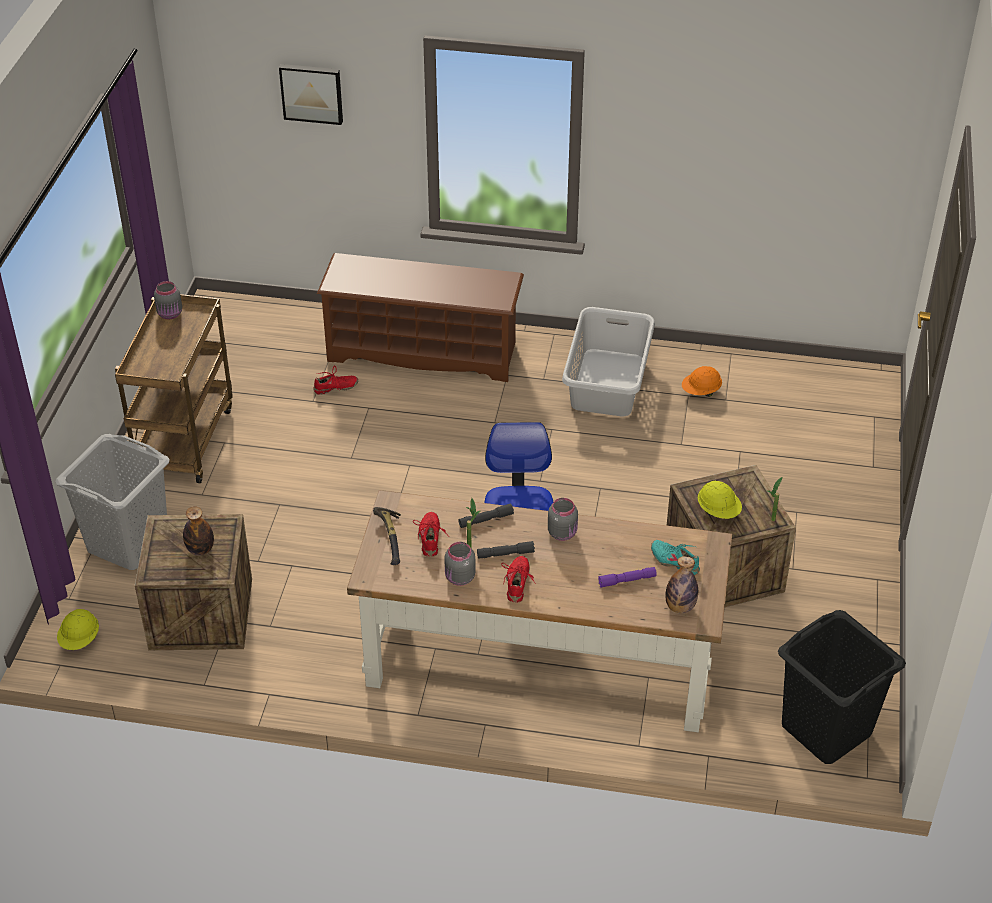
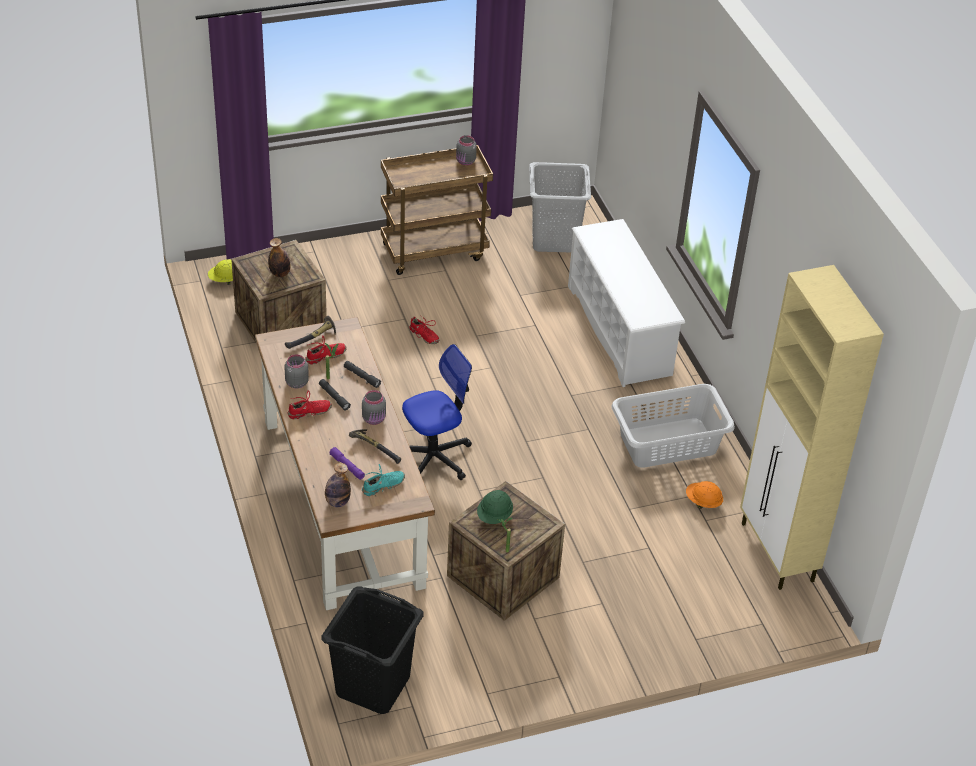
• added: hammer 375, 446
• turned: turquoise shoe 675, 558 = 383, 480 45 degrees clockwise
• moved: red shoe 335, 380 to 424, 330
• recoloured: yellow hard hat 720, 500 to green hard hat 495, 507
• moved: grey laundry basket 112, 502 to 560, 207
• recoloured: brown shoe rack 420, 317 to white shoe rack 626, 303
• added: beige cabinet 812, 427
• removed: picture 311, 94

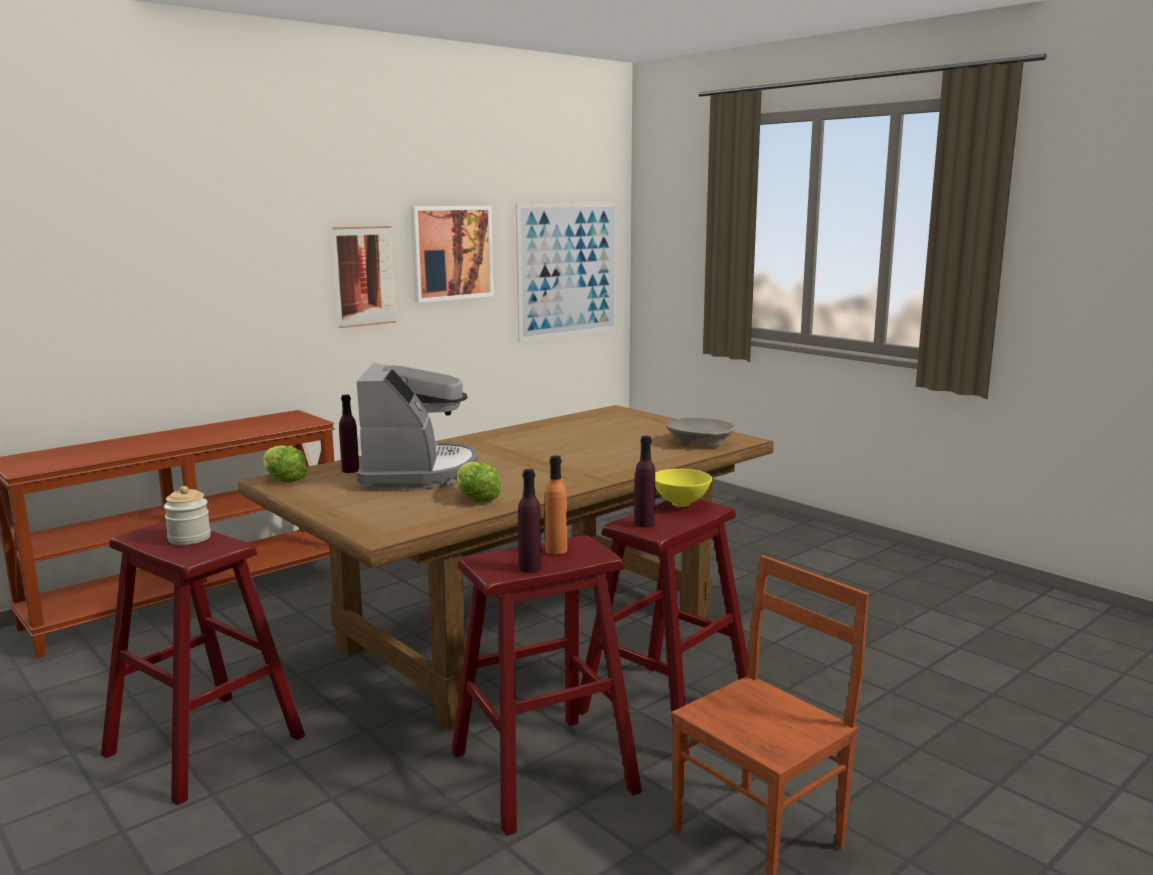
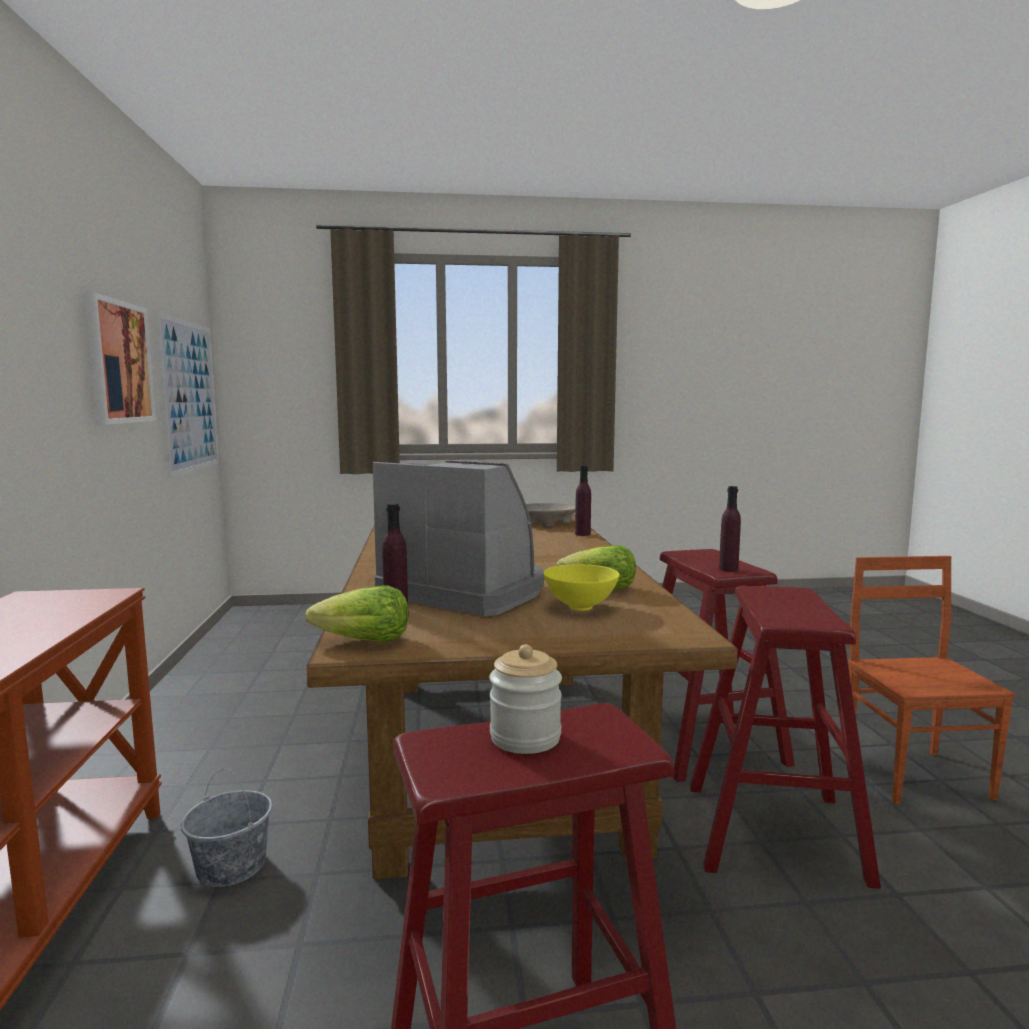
• added: grey bucket 227, 828
• moved: yellow bowl 683, 488 to 581, 587
• moved: purple bottle 530, 521 to 583, 500
• removed: picture 364, 277
• removed: orange bottle 556, 505

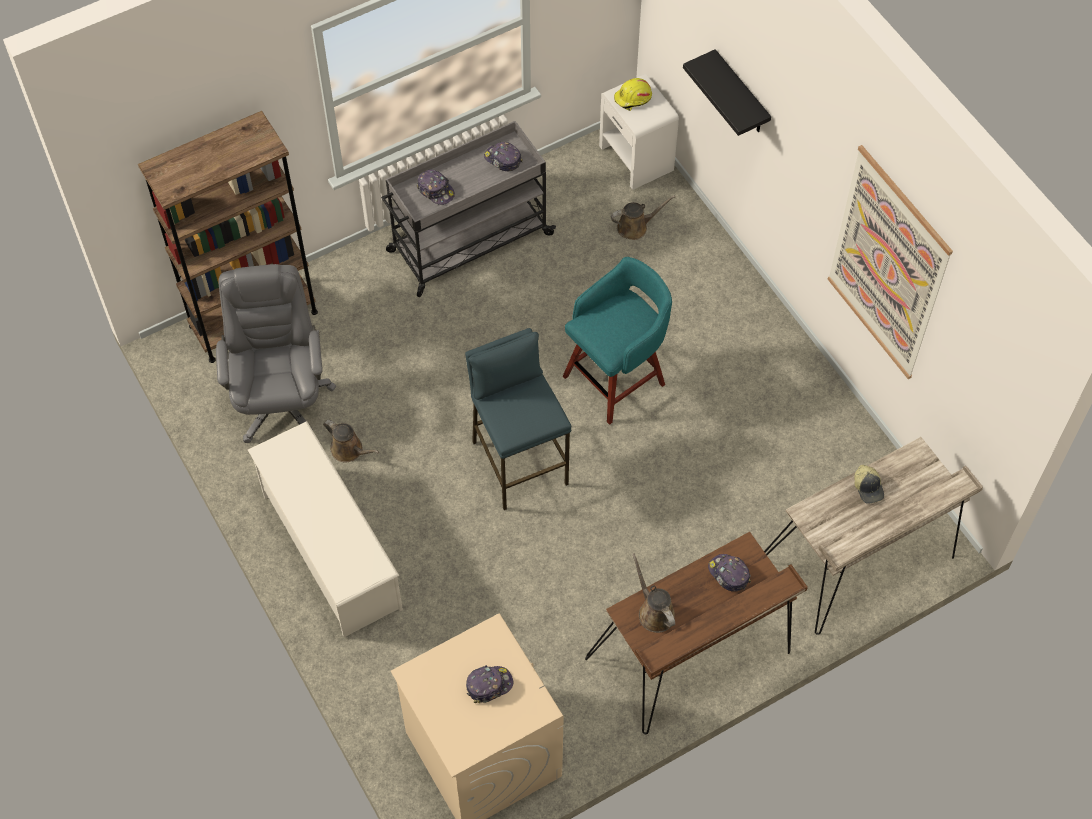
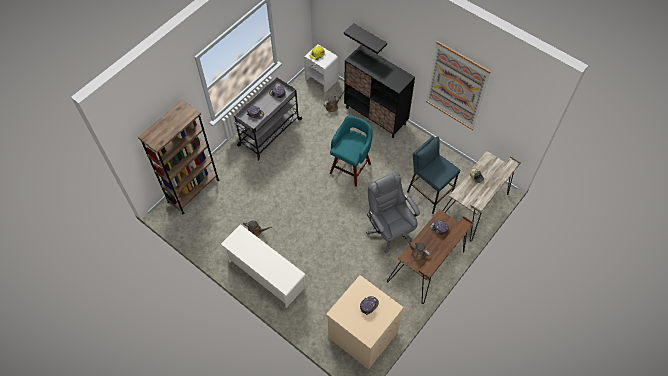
• added: black cabinet 379, 91
• moved: grey office chair 276, 353 to 393, 212
• moved: blue stool 518, 419 to 433, 175

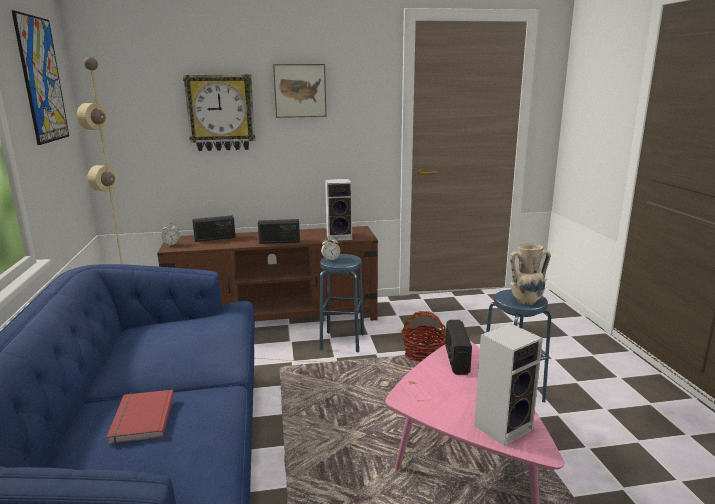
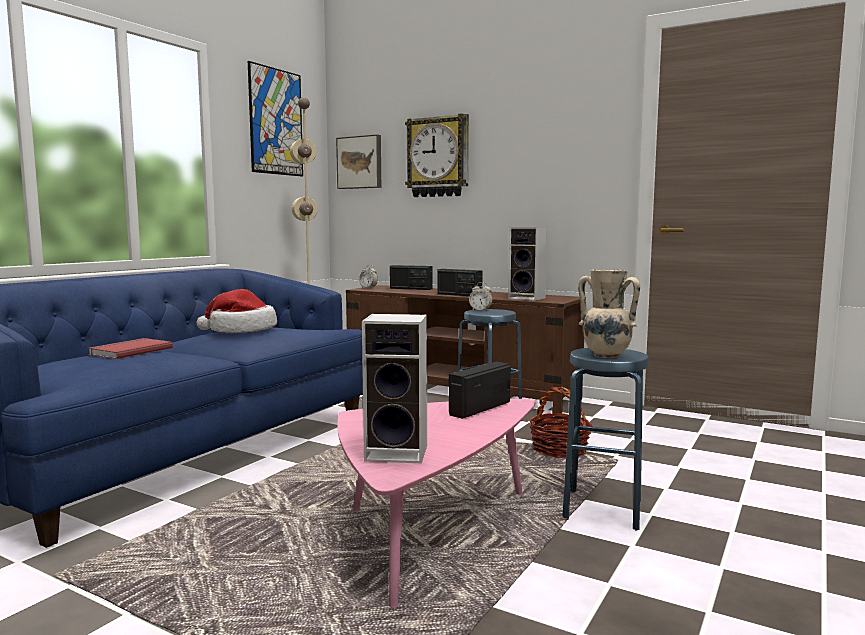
• added: hat 237, 311
• moved: picture 299, 91 to 358, 161

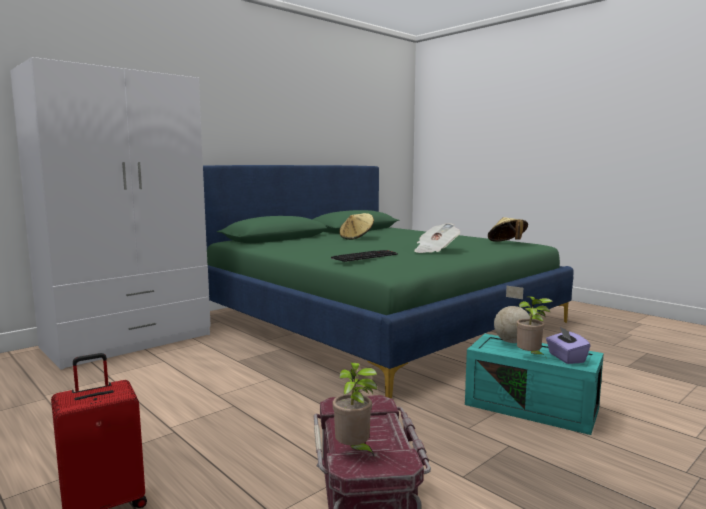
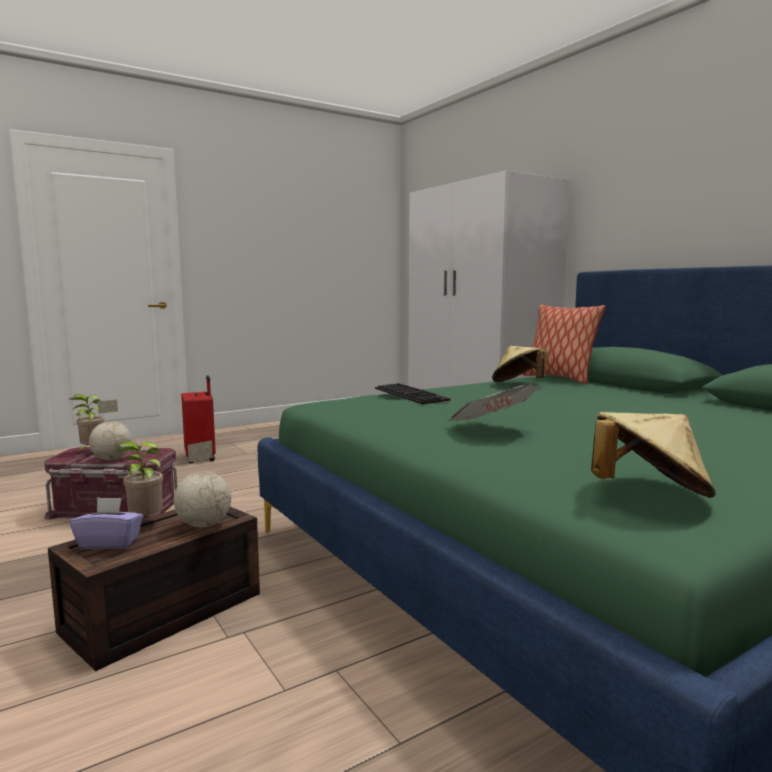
• recoloured: turquoise storage box 534, 384 to brown storage box 154, 589
• added: globe 110, 430
• moved: beige hat 356, 226 to 519, 364
• added: pillow 564, 344

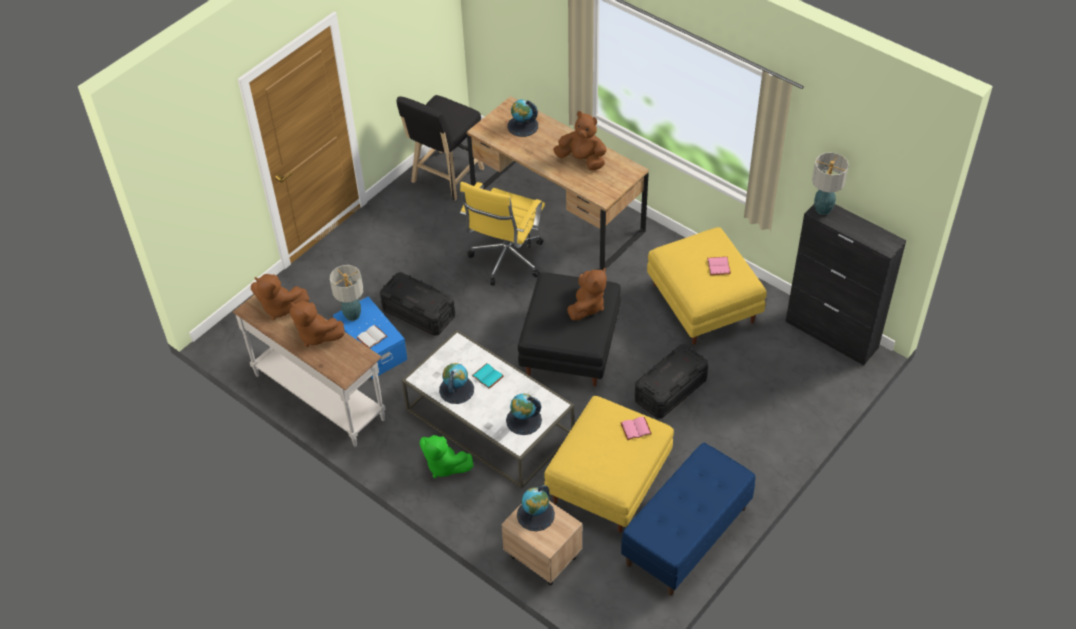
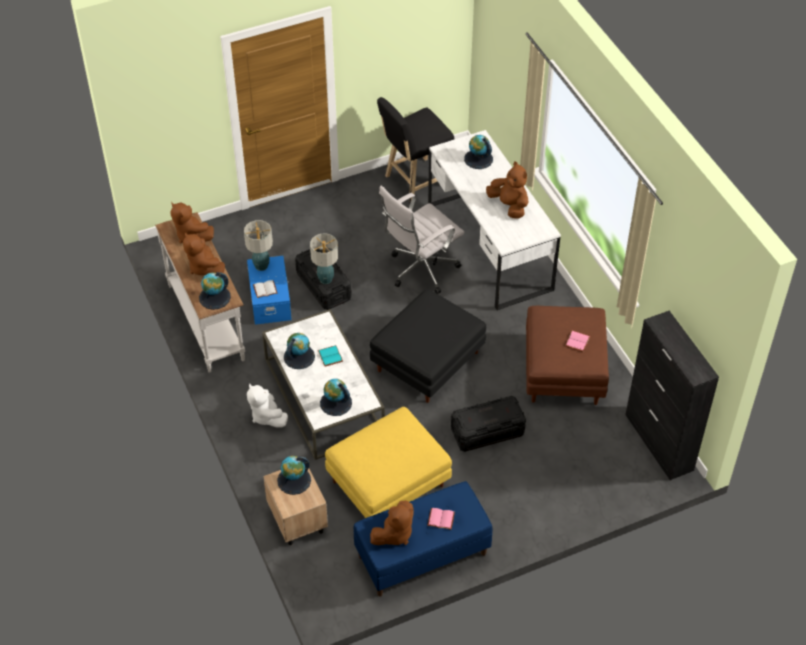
• added: globe 215, 291
• recoloured: green plush toy 446, 456 to white plush toy 267, 405
• moved: table lamp 830, 183 to 324, 259
• moved: brown plush toy 587, 294 to 392, 523
• recoloured: yellow office chair 502, 233 to white office chair 421, 240
• moved: pink book 636, 428 to 441, 519
• recoloured: brown desk 558, 183 to white desk 494, 220
• recoloured: yellow ottoman 707, 286 to brown ottoman 567, 355

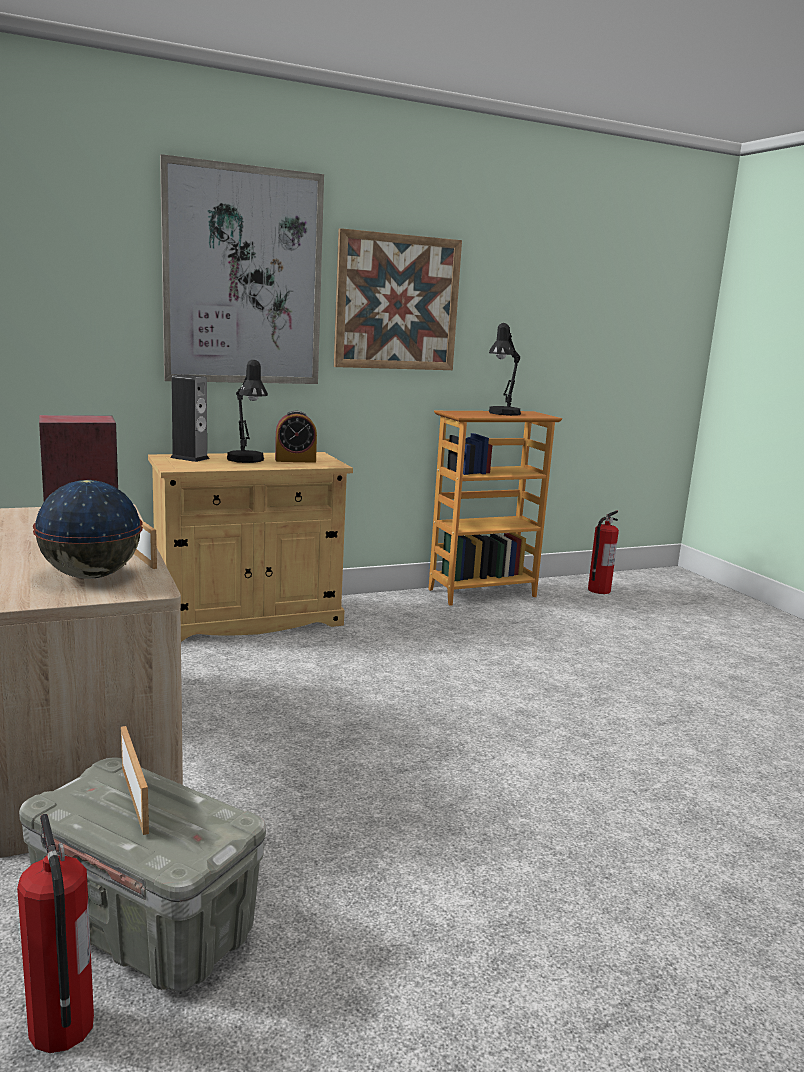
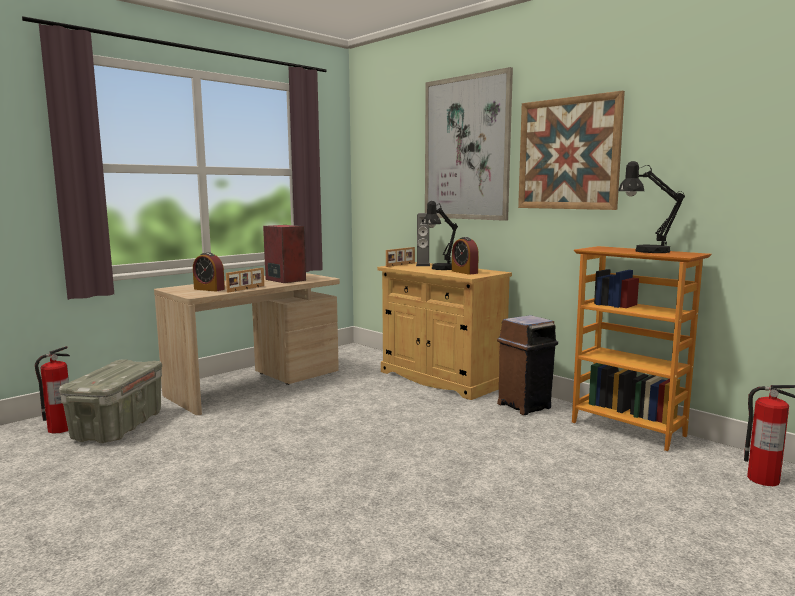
• replaced: globe 88, 529 to alarm clock 209, 271
• moved: picture frame 135, 780 to 400, 257
• added: brown trash can 527, 365

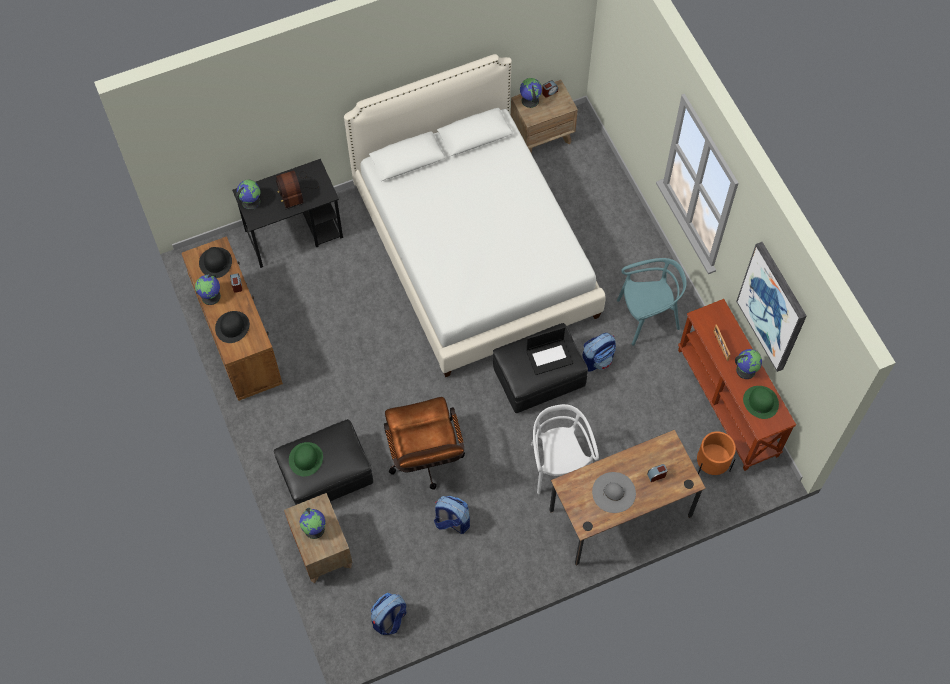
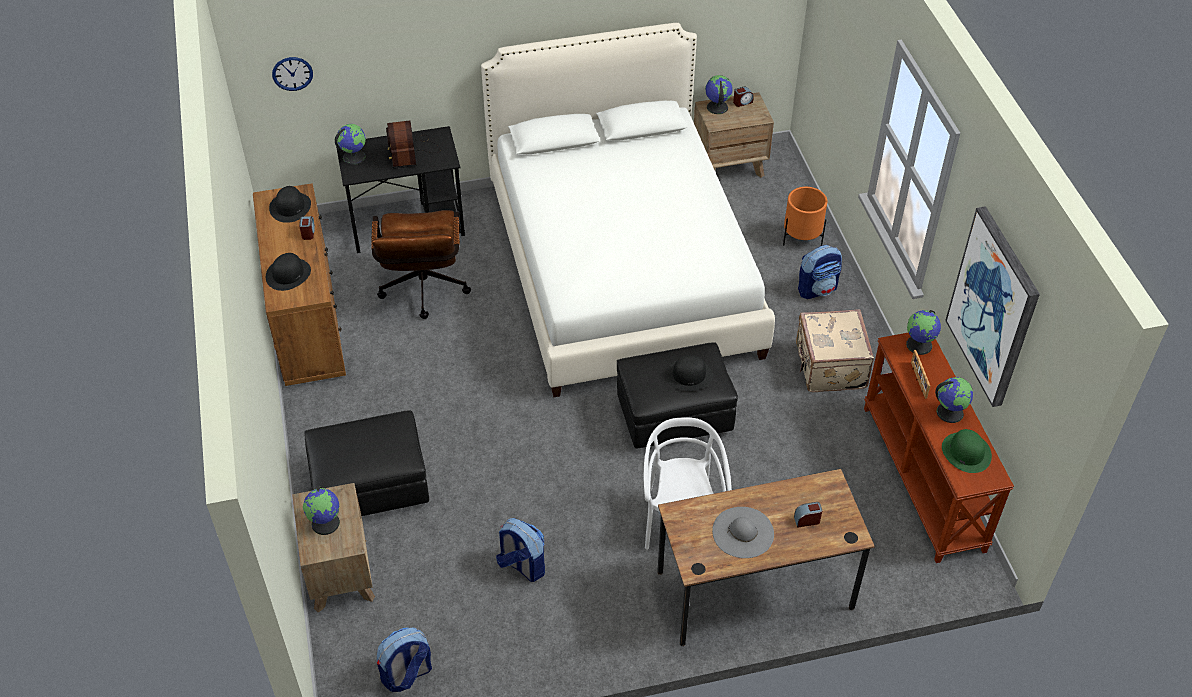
• added: wall clock 292, 74
• moved: brown office chair 424, 443 to 421, 264
• replaced: laptop 549, 351 to black hat 689, 373
• moved: orange planter 716, 453 to 805, 216
• replaced: turquoise chair 652, 302 to beige suitcase 835, 350
• moved: backpack 599, 352 to 820, 272
• moved: globe 208, 289 to 923, 332
• removed: green hat 306, 459

